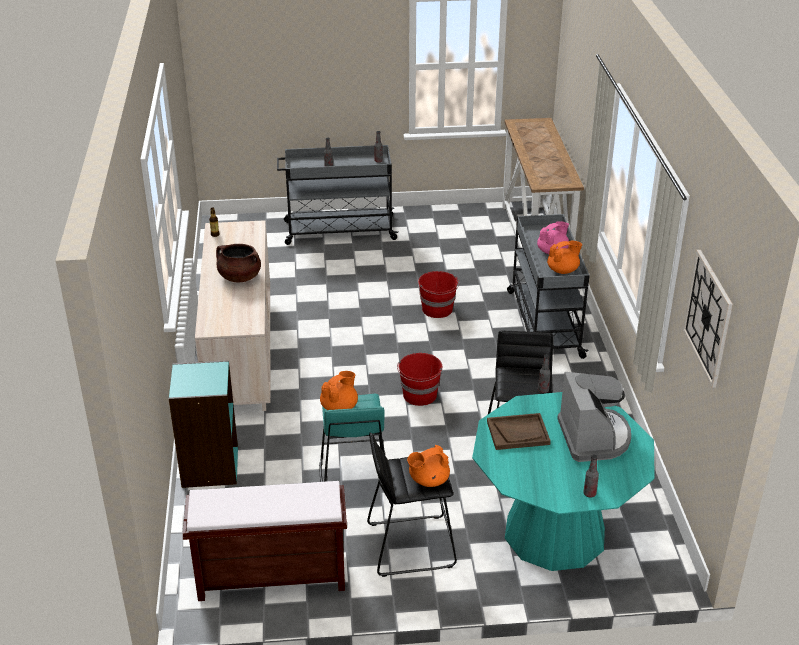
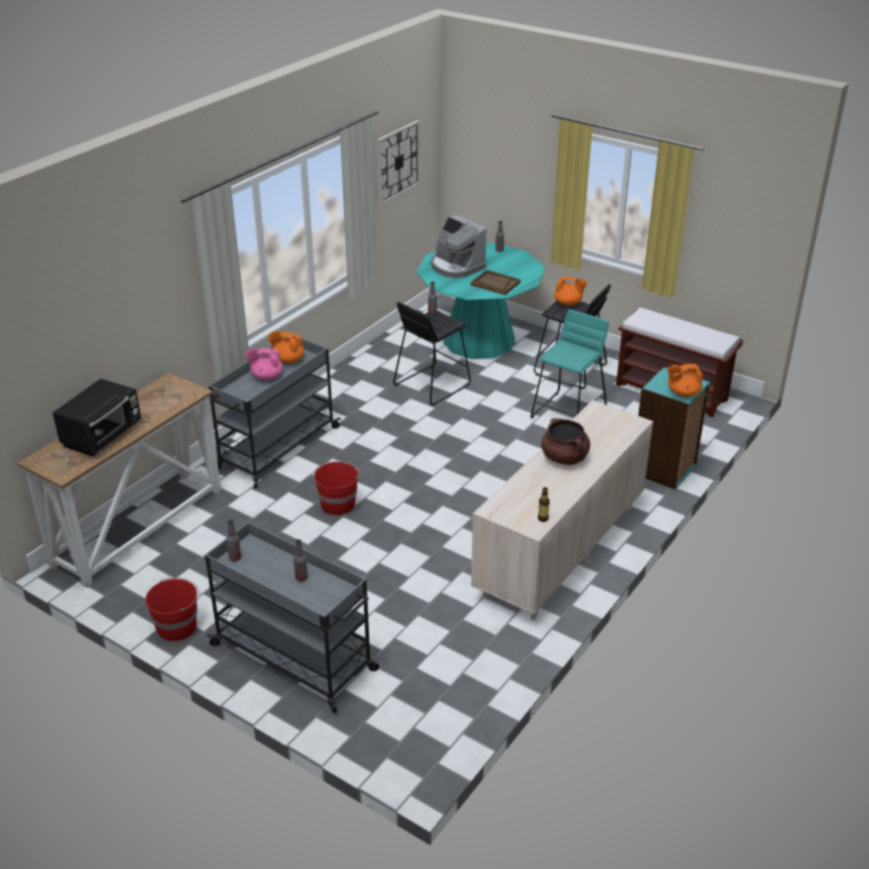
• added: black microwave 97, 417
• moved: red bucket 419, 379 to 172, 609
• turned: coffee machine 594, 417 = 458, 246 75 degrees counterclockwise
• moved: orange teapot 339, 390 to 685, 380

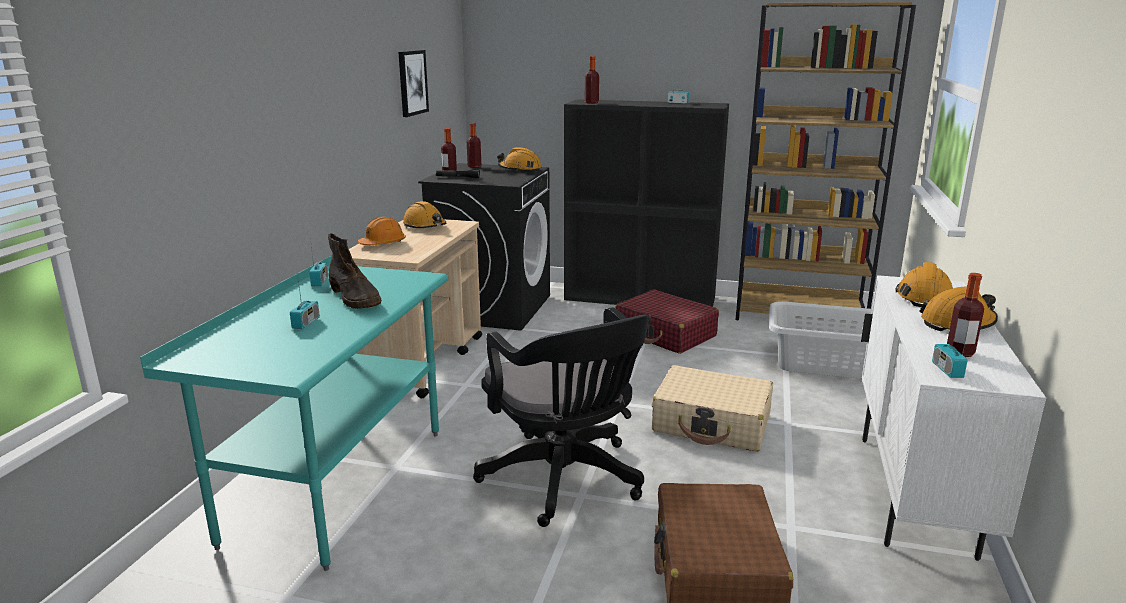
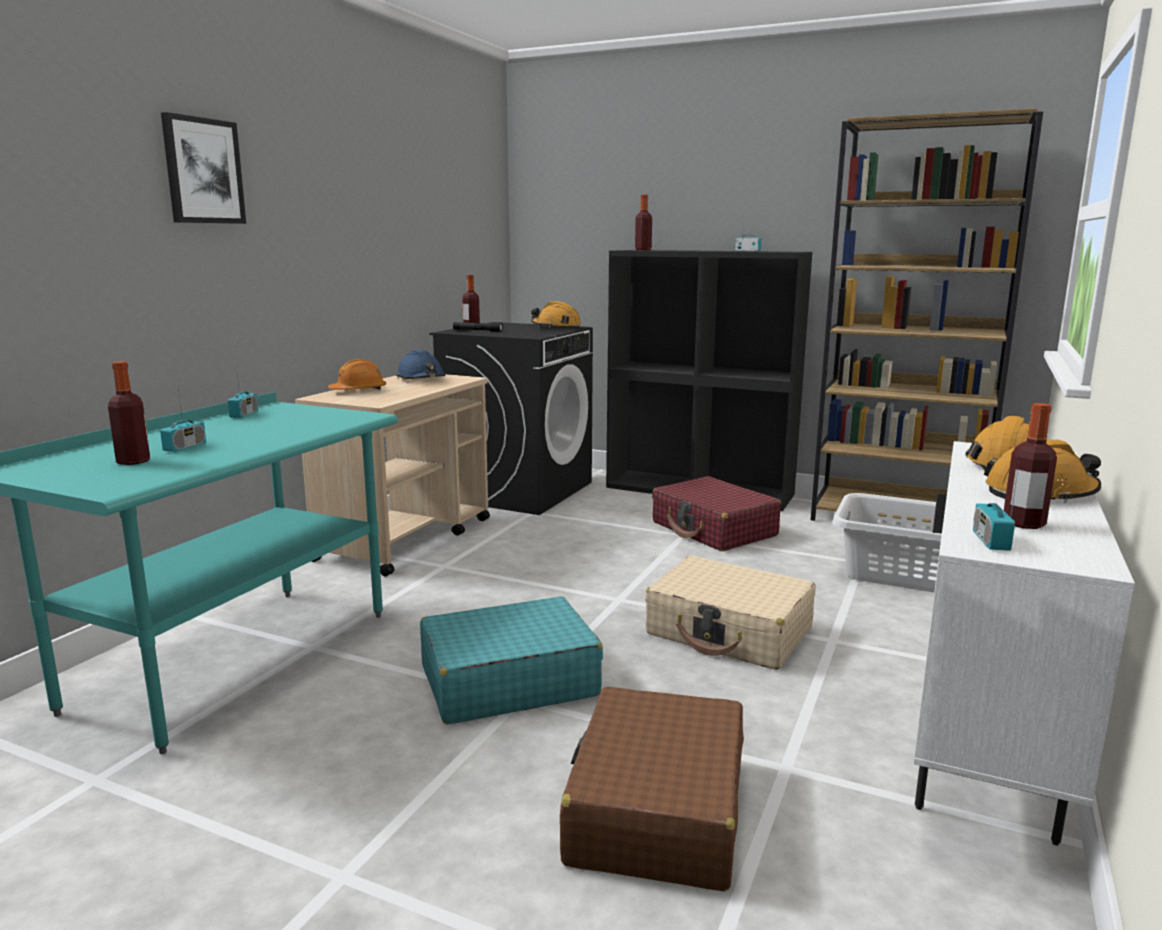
• moved: bottle 474, 145 to 129, 413
• moved: picture 413, 83 to 203, 168
• recoloured: orange hard hat 425, 214 to blue hard hat 421, 364
• replaced: black office chair 561, 417 to turquoise suitcase 511, 660
• removed: brown boot 355, 271

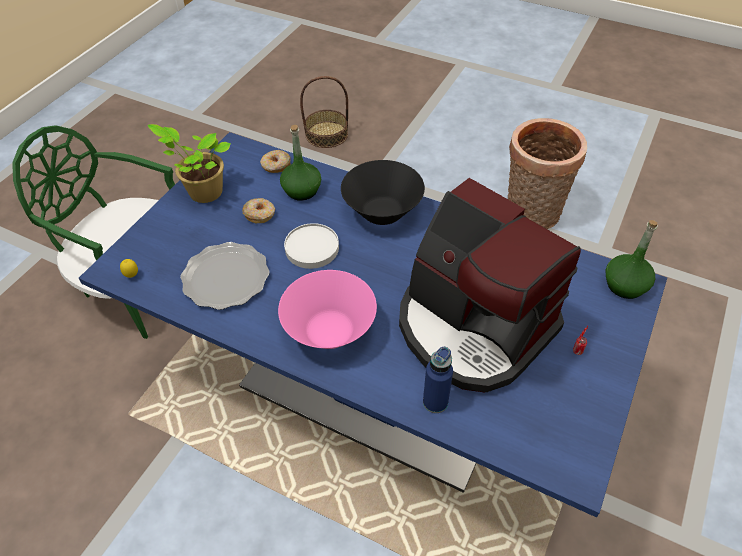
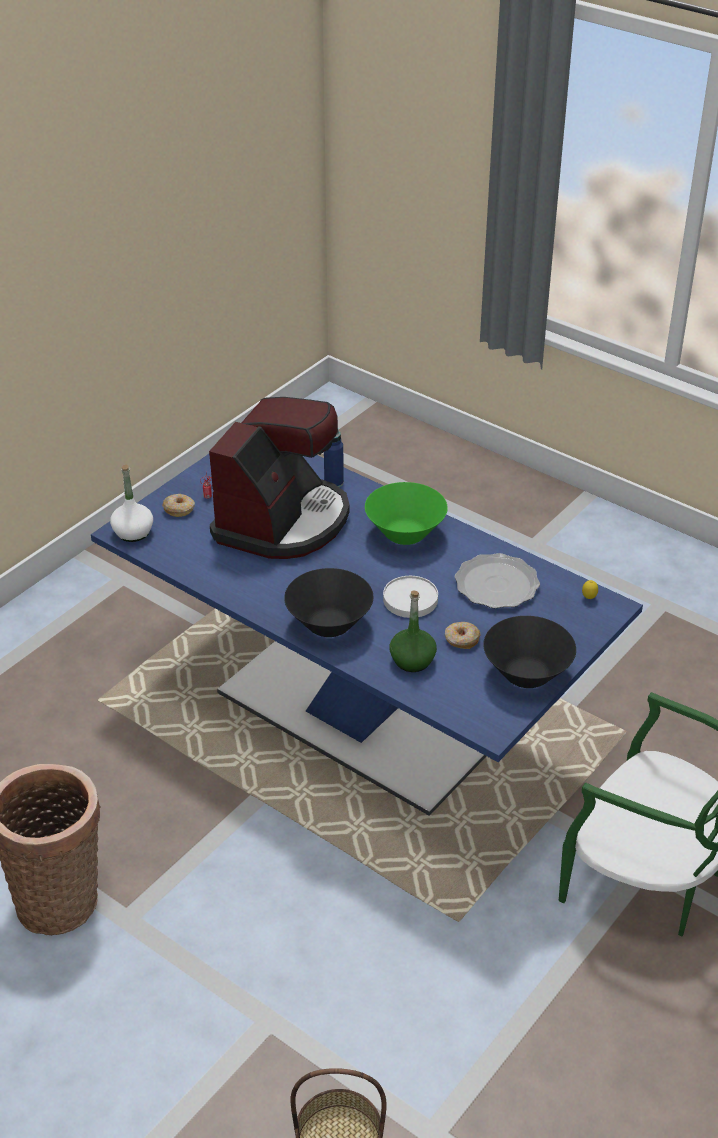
• recoloured: green bottle 632, 259 to white bottle 131, 503
• moved: donut 275, 161 to 178, 505
• turned: coffee machine 490, 285 = 279, 478 60 degrees clockwise
• recoloured: pink bowl 327, 309 to green bowl 406, 513
• replaced: potted plant 189, 163 to black bowl 529, 652

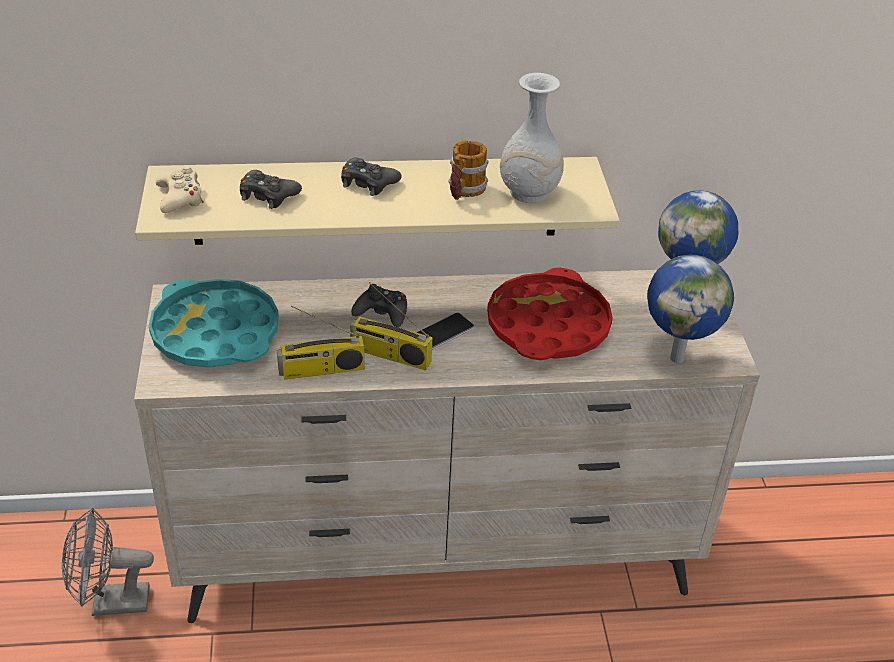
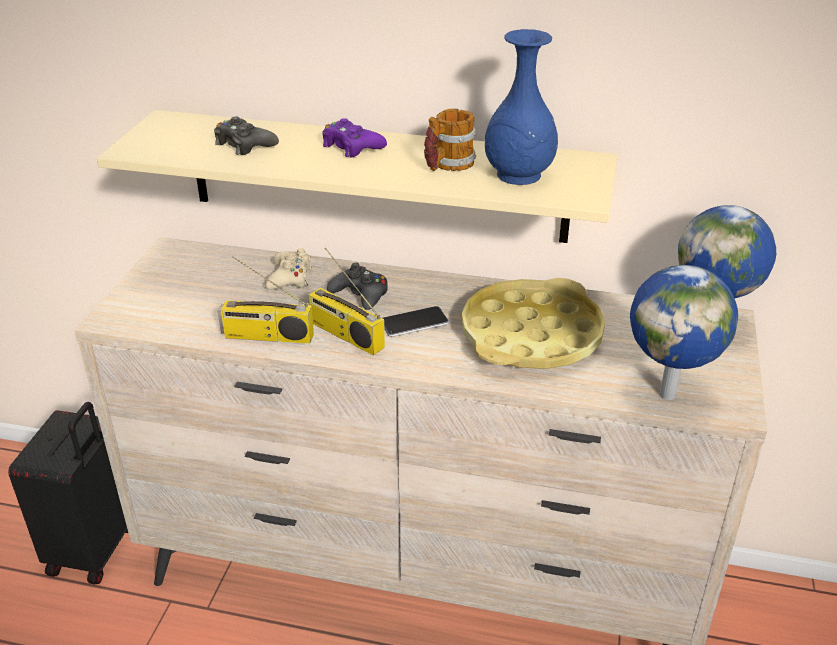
• replaced: grey fan 108, 562 to black suitcase 68, 493
• moved: beige game controller 179, 189 to 289, 269
• recoloured: black game controller 371, 176 to purple game controller 354, 137
• recoloured: red tray 550, 314 to yellow tray 533, 323
• recoloured: white vase 532, 138 to blue vase 521, 107
• removed: turquoise tray 214, 323

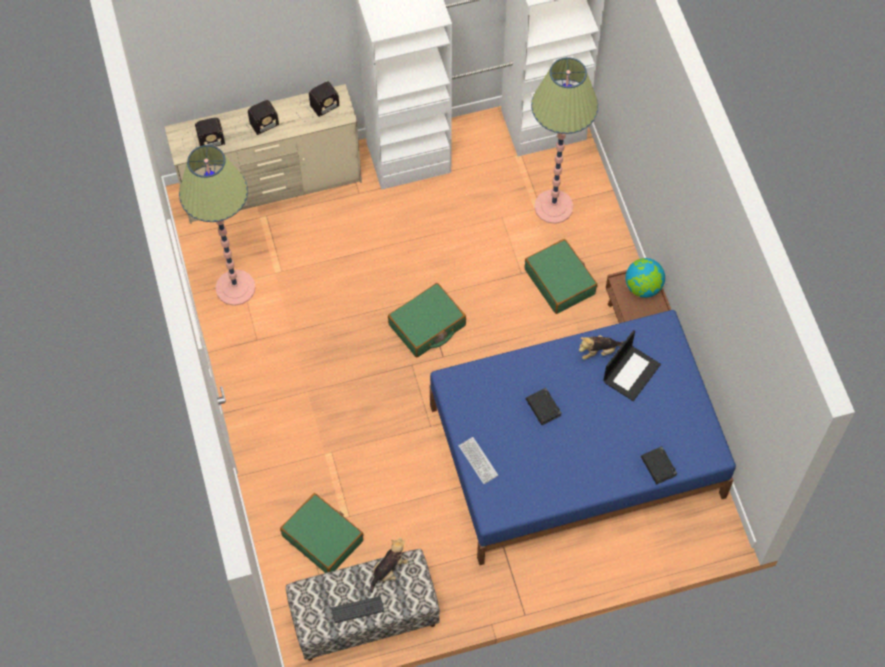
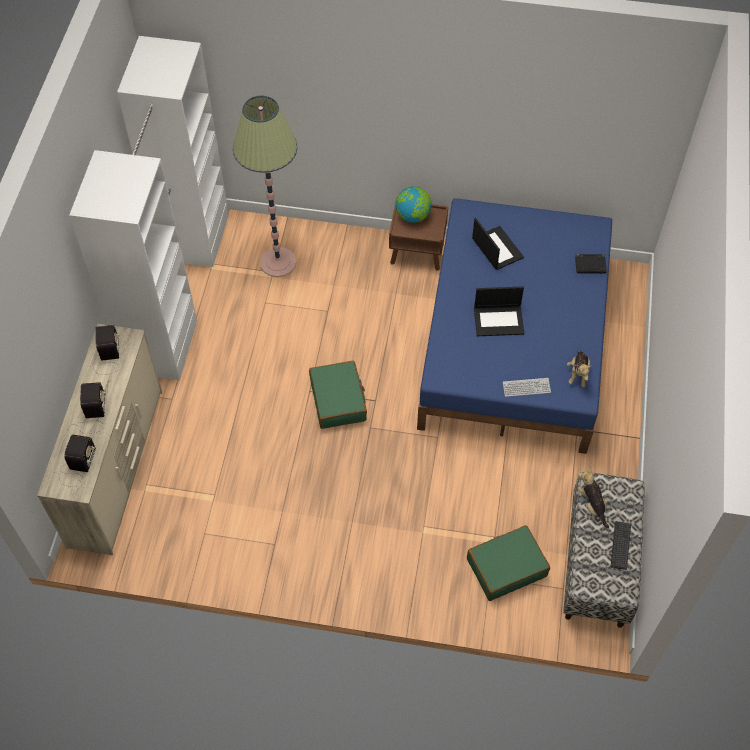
• replaced: black book 544, 406 to laptop 499, 311
• moved: plush toy 601, 347 to 579, 368
• removed: floor lamp 217, 225
• removed: green suitcase 560, 276

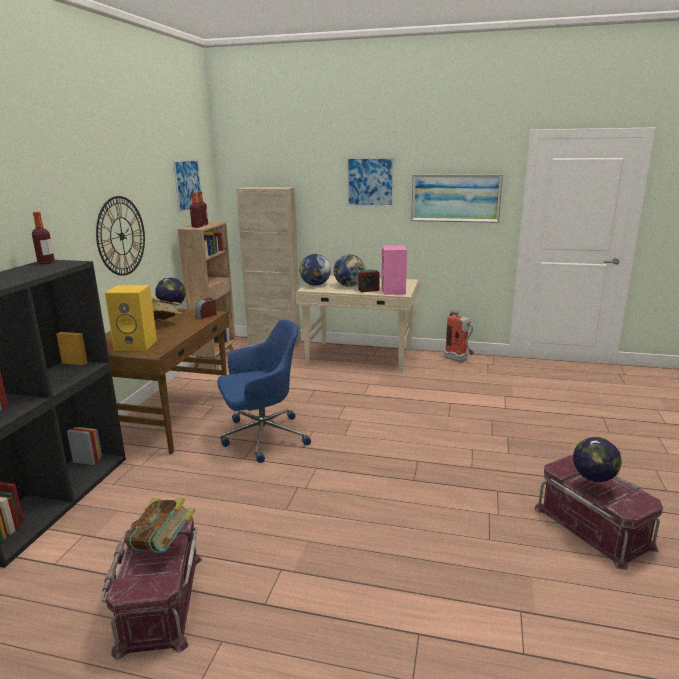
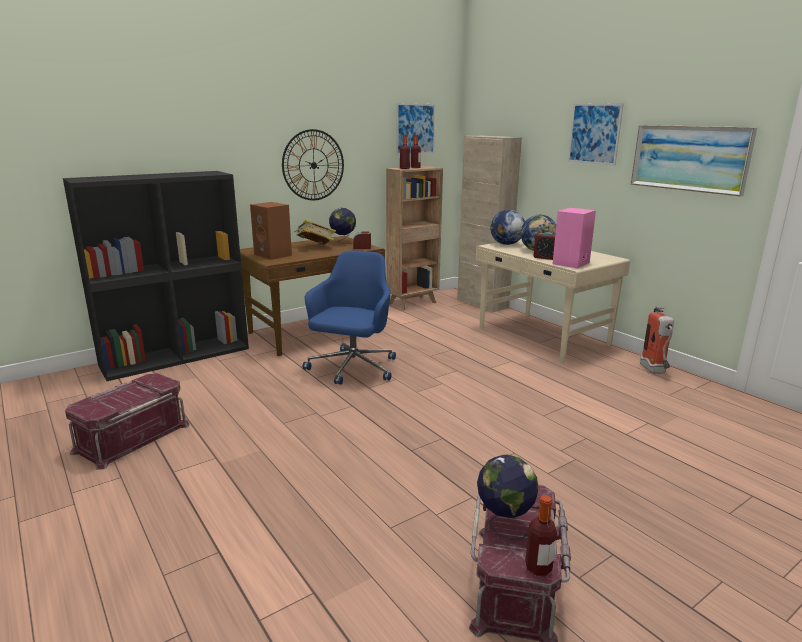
• recoloured: yellow speaker 131, 318 to brown speaker 271, 231
• turned: blue office chair 264, 391 = 349, 318 90 degrees counterclockwise
• moved: bottle 43, 238 to 541, 535
• removed: book 160, 525

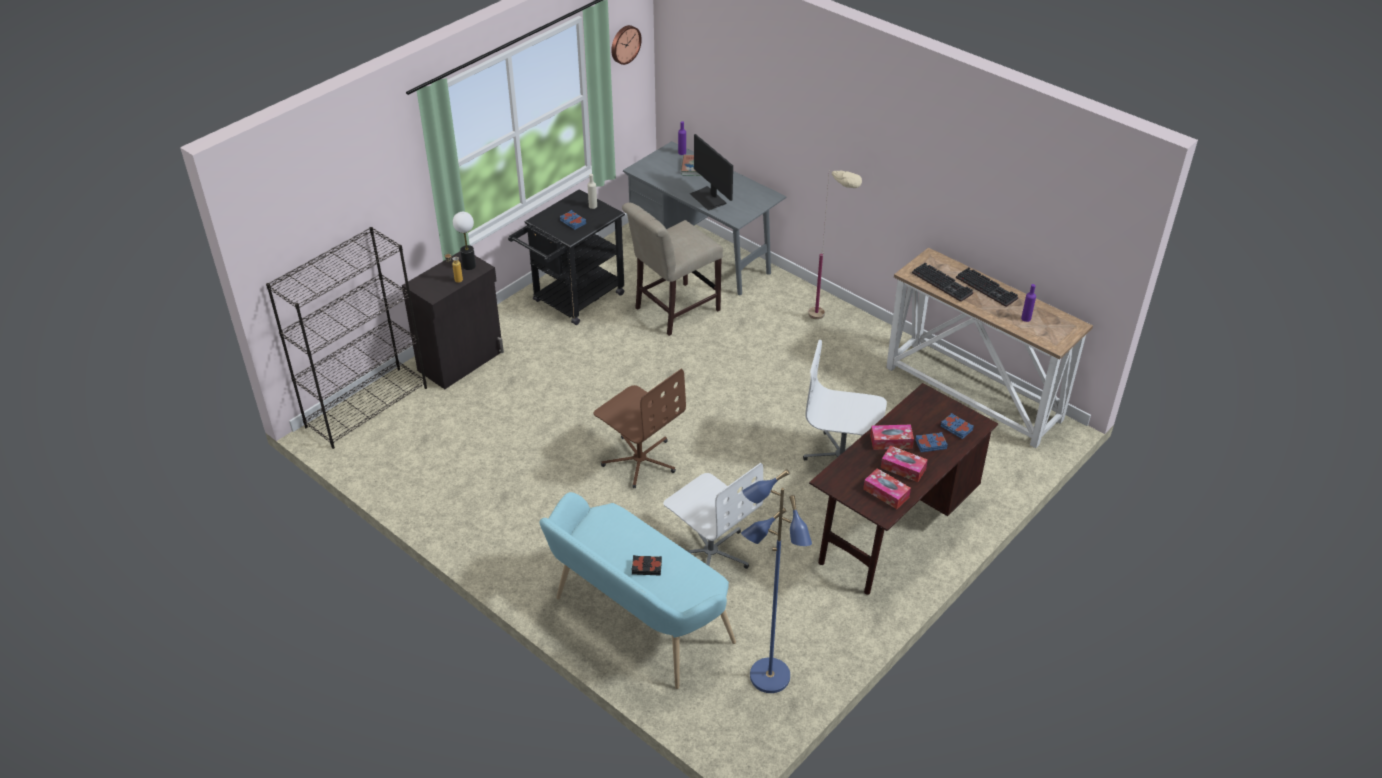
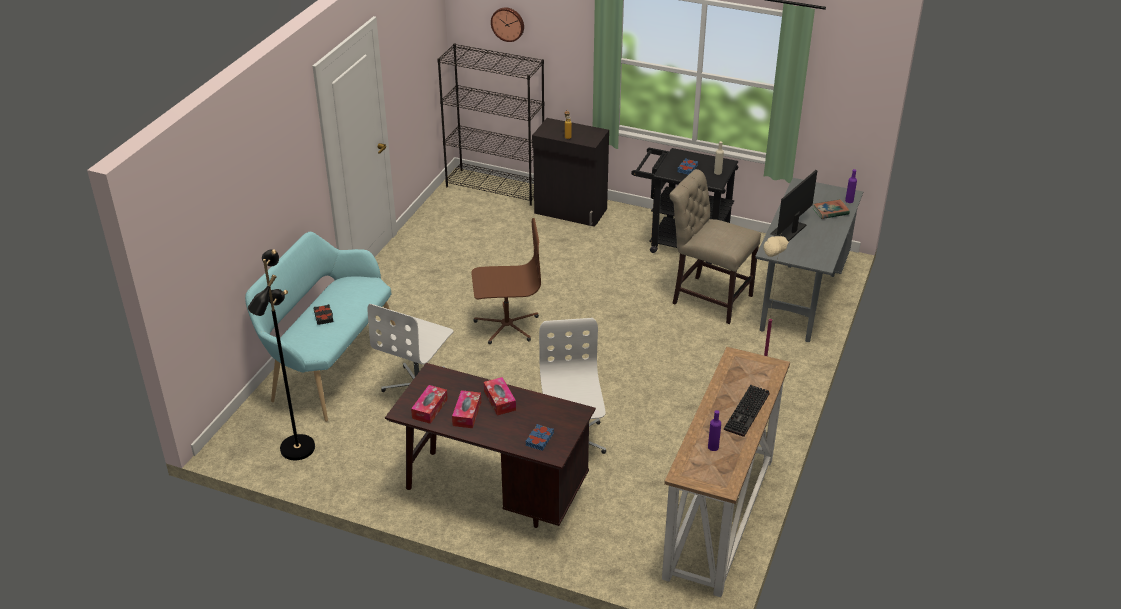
• recoloured: blue floor lamp 776, 581 to black floor lamp 281, 355
• turned: brown office chair 640, 428 = 506, 281 120 degrees counterclockwise
• moved: wall clock 626, 45 to 507, 24
• removed: table lamp 464, 241
• removed: keyboard 942, 282
• removed: blue book 932, 442

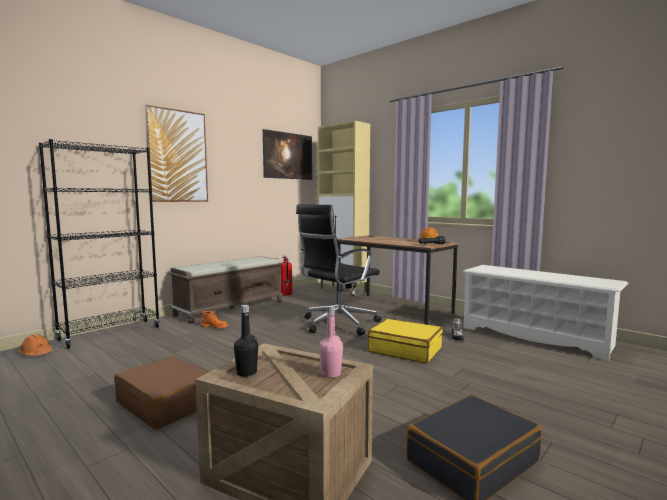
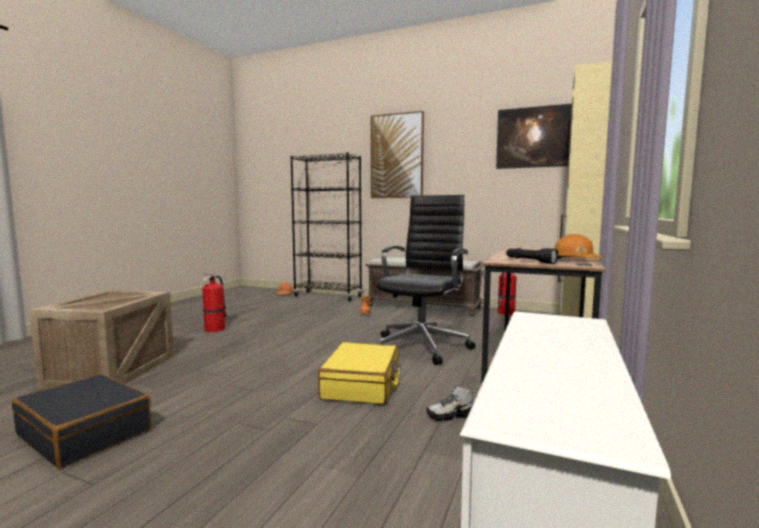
• replaced: brown suitcase 161, 393 to fire extinguisher 214, 303
• turned: black office chair 338, 270 = 425, 280 90 degrees clockwise
• removed: black bottle 246, 341
• removed: pink bottle 331, 341

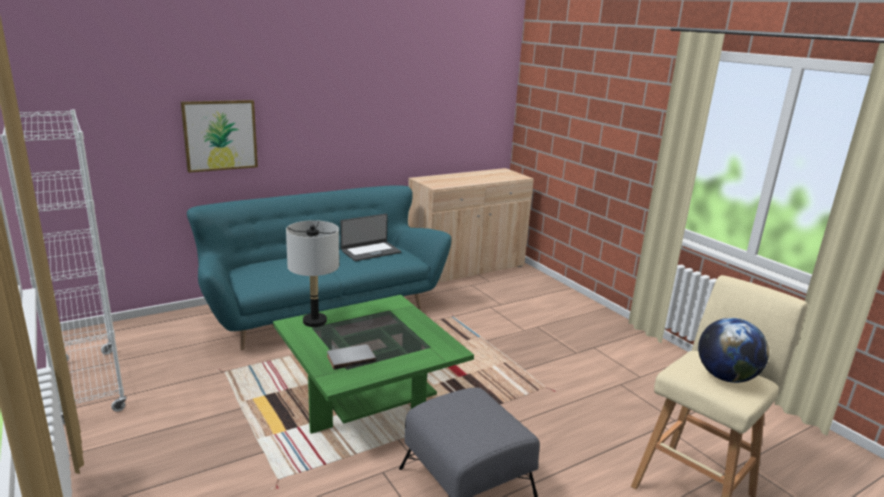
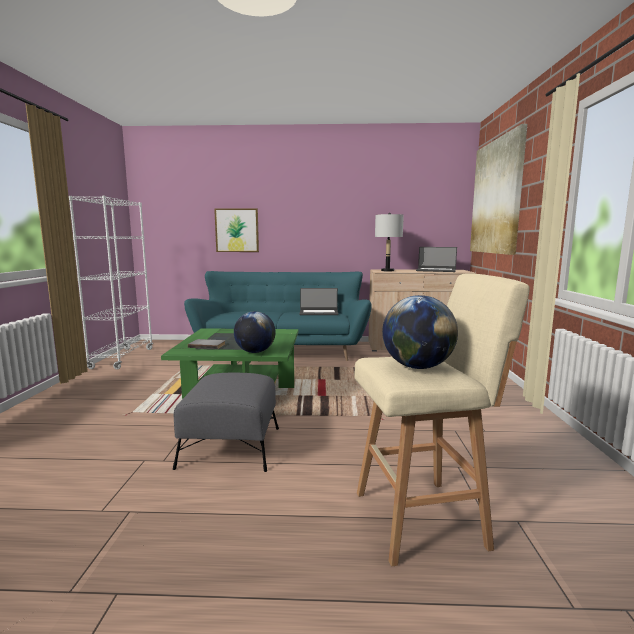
• added: globe 255, 332
• moved: grey table lamp 312, 273 to 389, 242
• added: laptop 436, 259
• added: picture 498, 189

